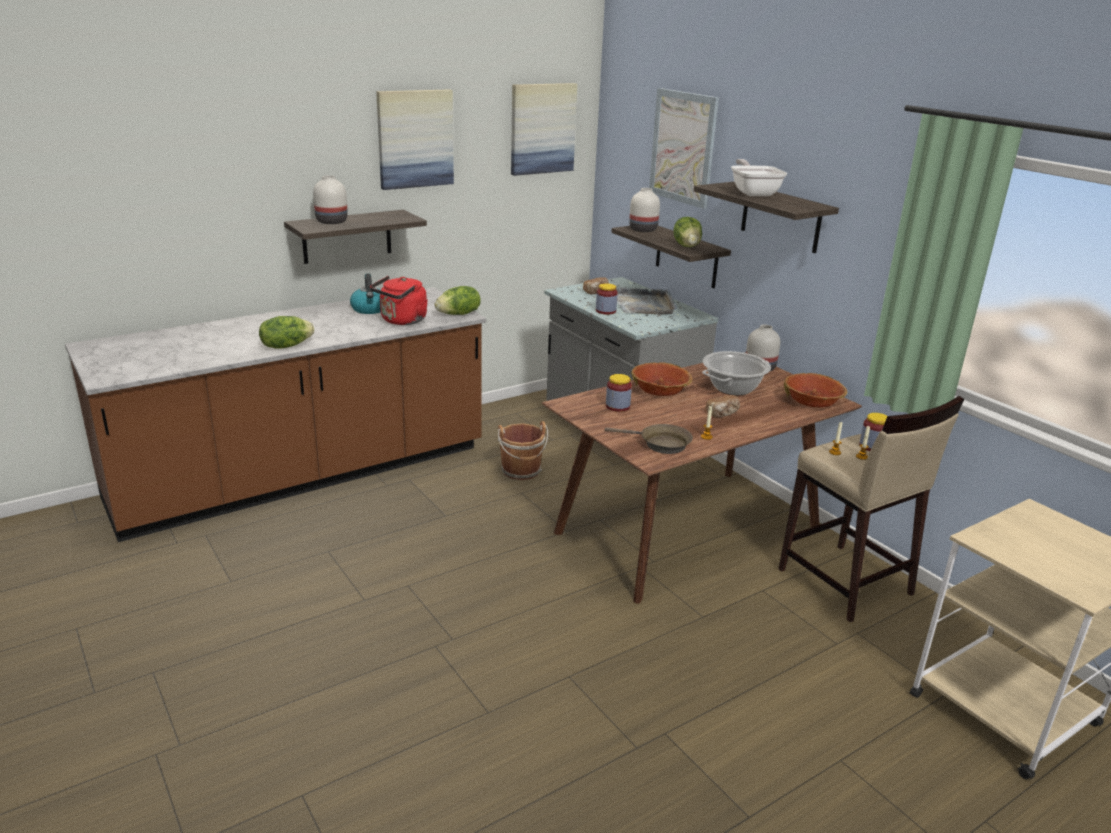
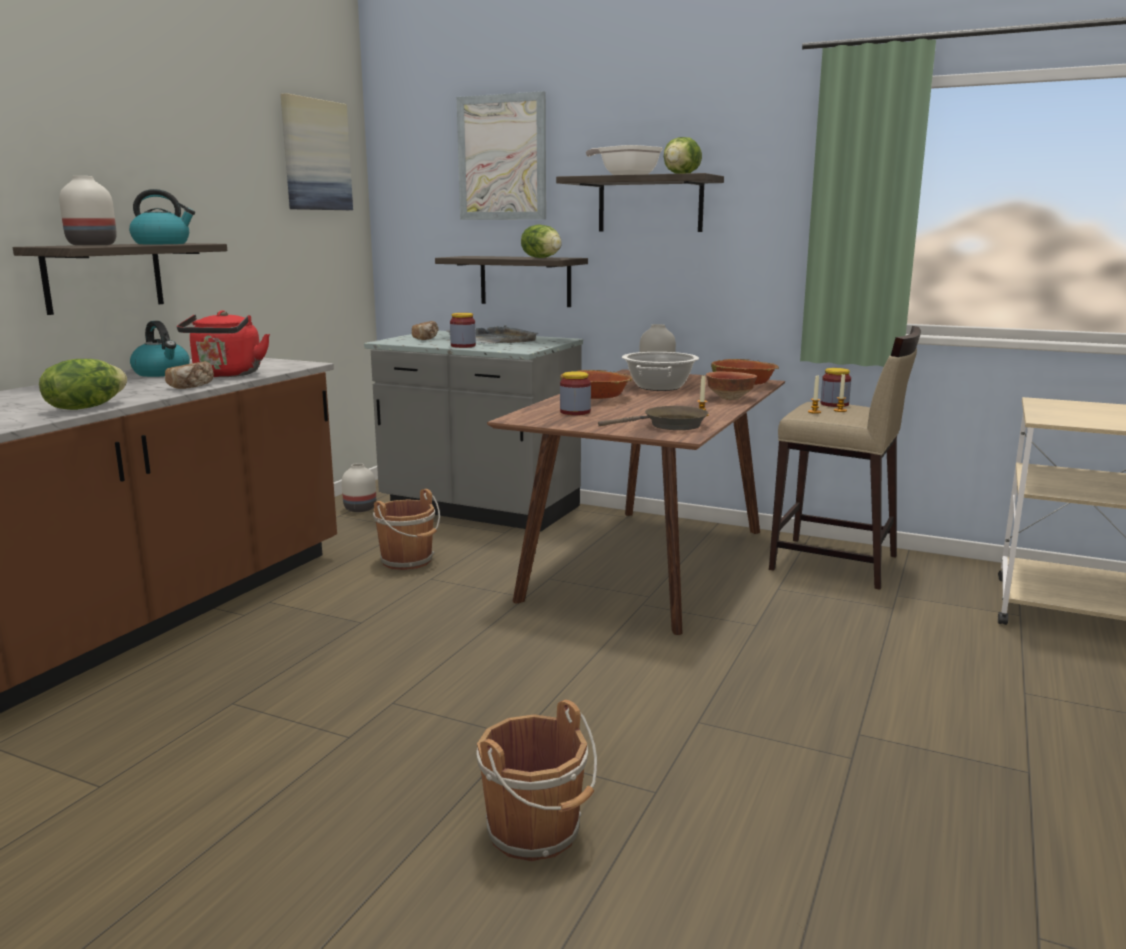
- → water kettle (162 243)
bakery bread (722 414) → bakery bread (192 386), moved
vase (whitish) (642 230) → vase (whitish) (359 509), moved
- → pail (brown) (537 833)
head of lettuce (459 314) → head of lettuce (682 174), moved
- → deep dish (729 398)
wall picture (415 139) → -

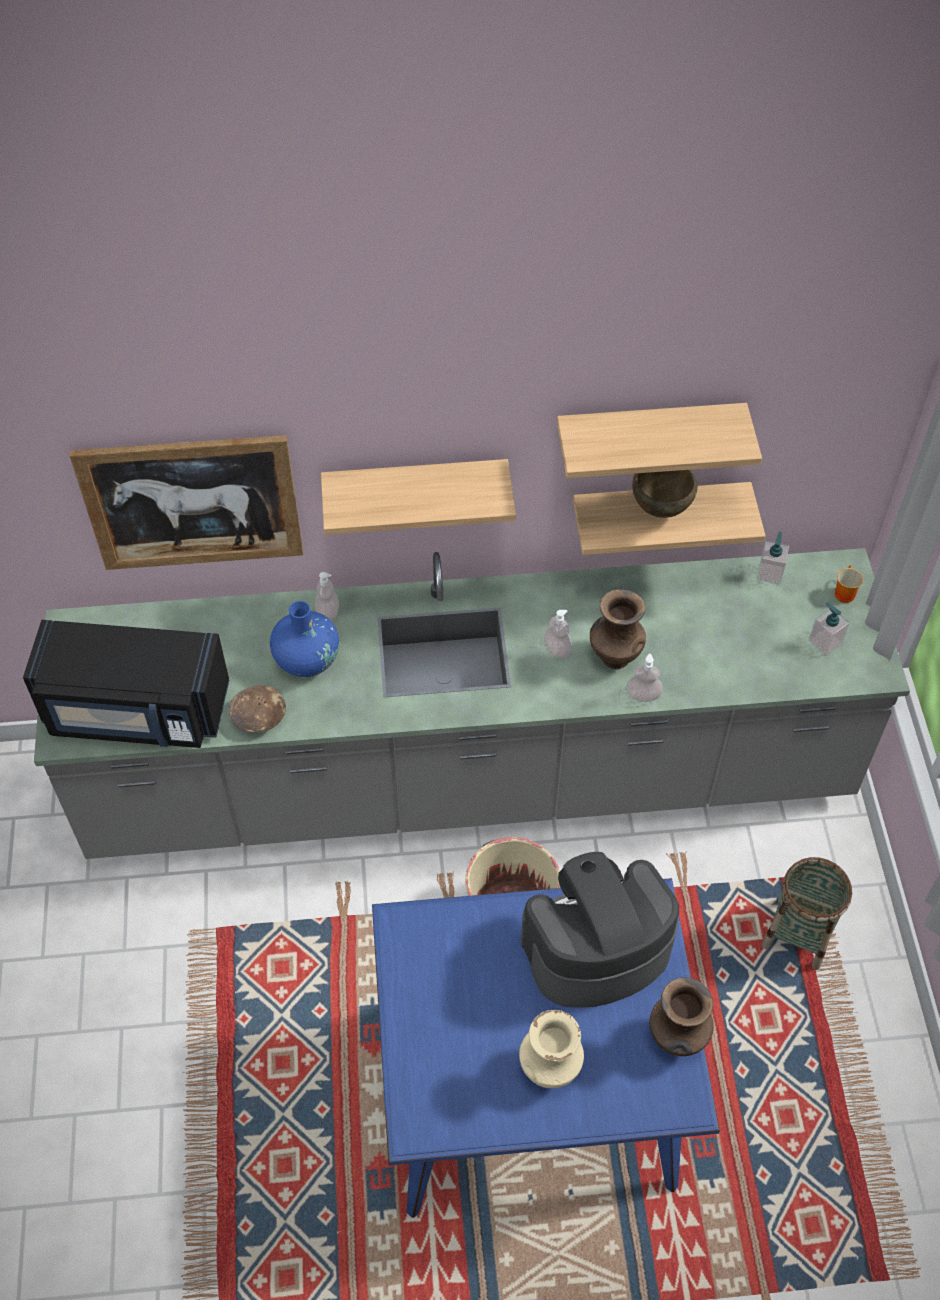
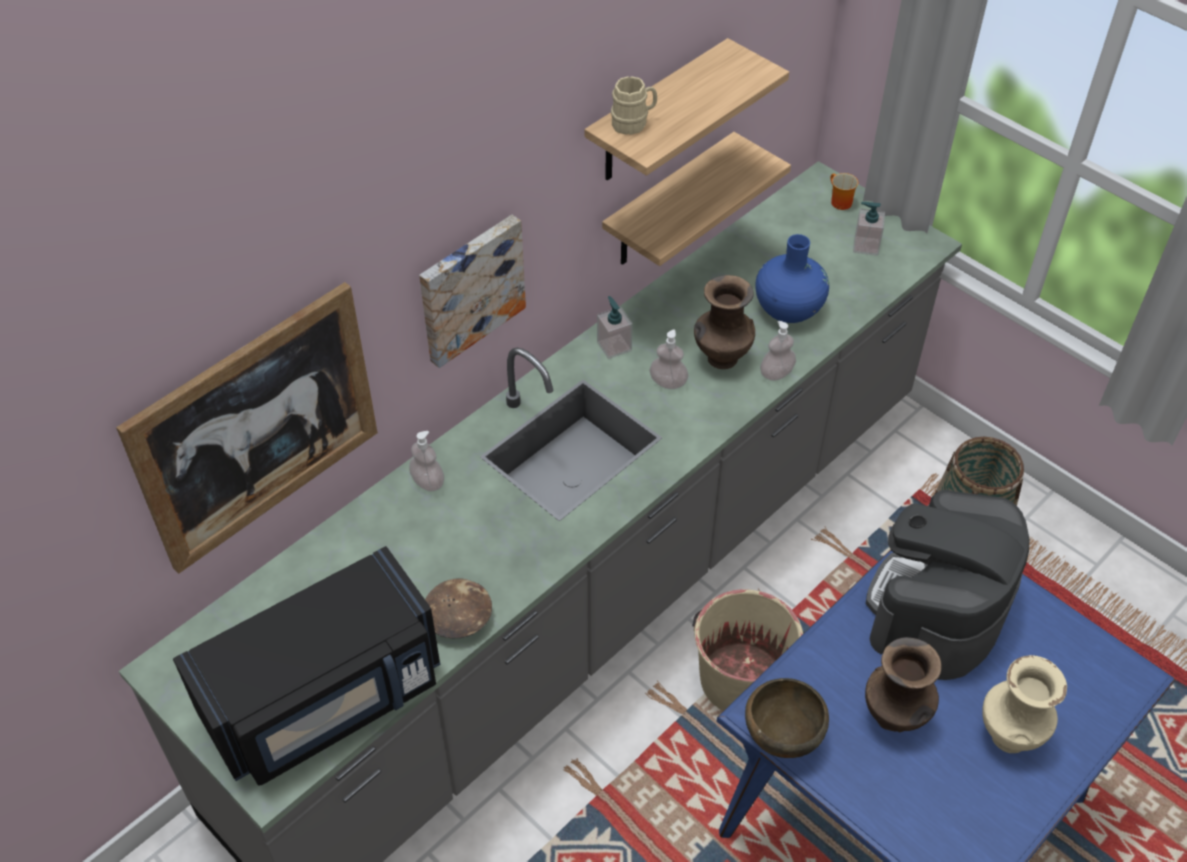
bracket shelf (415 489) → wall picture (470 288)
liquid soap bottle (770 573) → liquid soap bottle (614 346), moved
- → tea mug (beige) (634 122)
deep dish (brown) (660 508) → deep dish (brown) (781 738), moved
vase (bluish) (307 659) → vase (bluish) (788 309), moved
vase (brown) (677 1039) → vase (brown) (894 718), moved

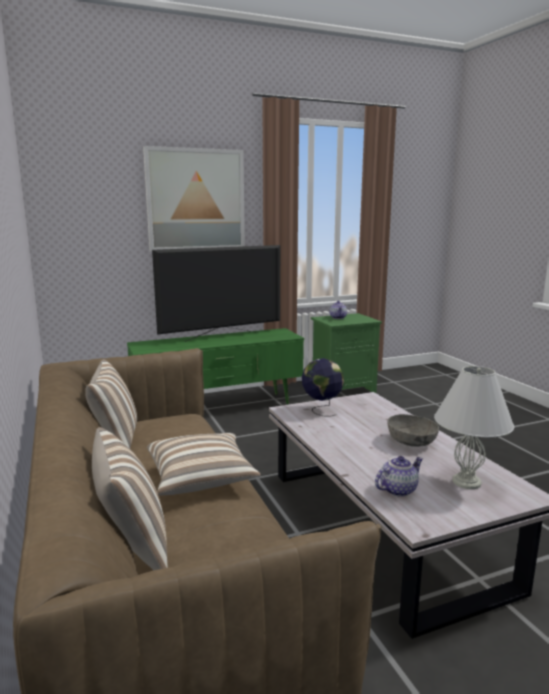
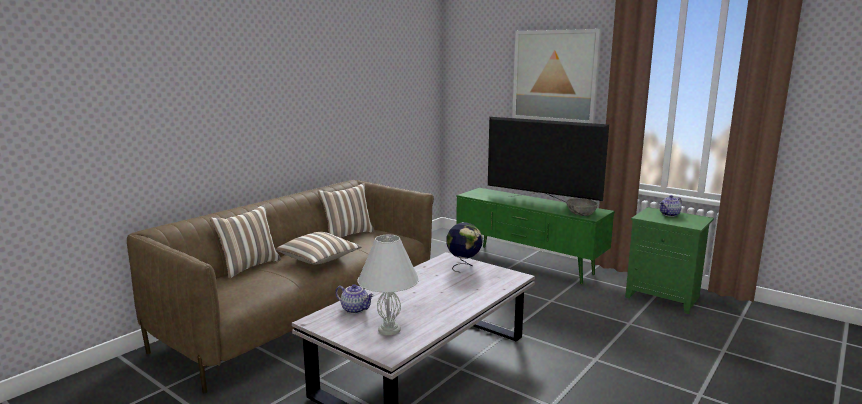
deep dish (greyish) (411 442) → deep dish (greyish) (581 214), moved

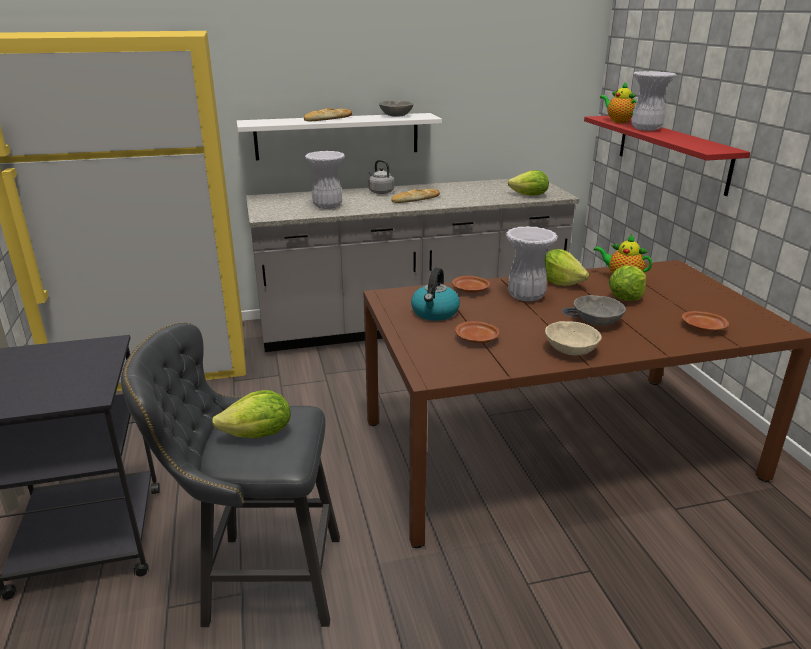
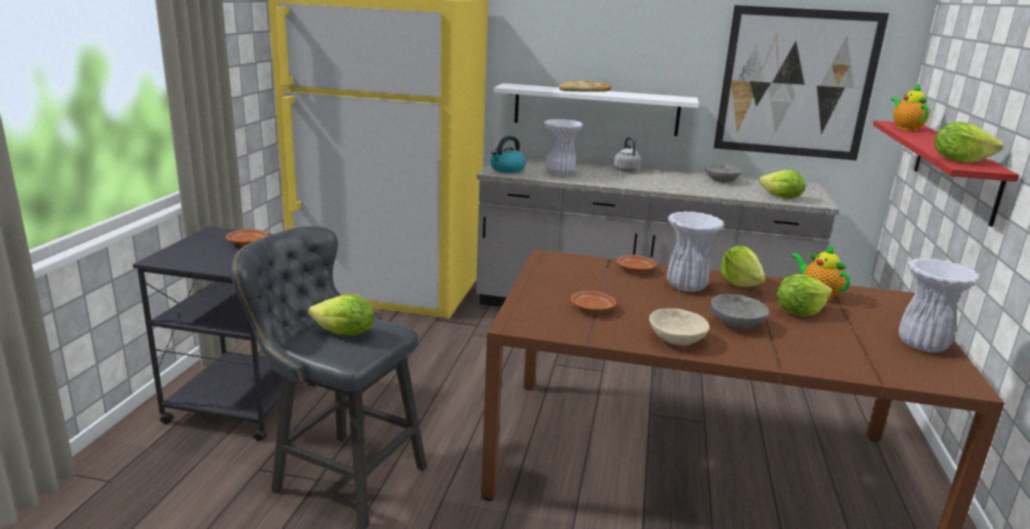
plate (brown) (703 328) → plate (brown) (247 243), moved
water kettle (435 313) → water kettle (507 170), moved
deep dish (greyish) (395 116) → deep dish (greyish) (720 181), moved
- → wall picture (796 84)
vase (whitish) (645 129) → vase (whitish) (921 345), moved
- → head of lettuce (959 161)
bakery bread (415 199) → -

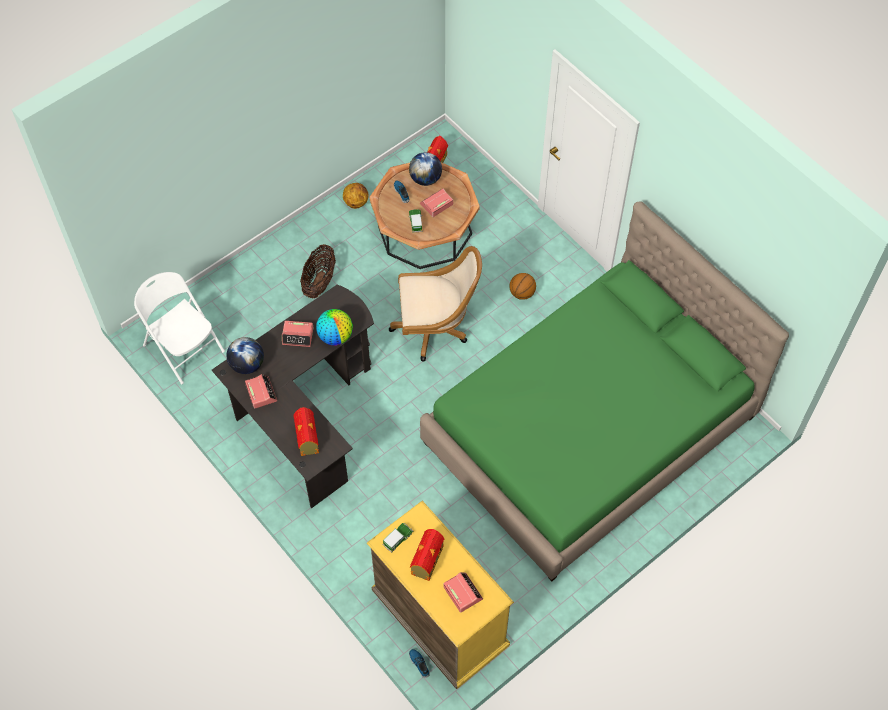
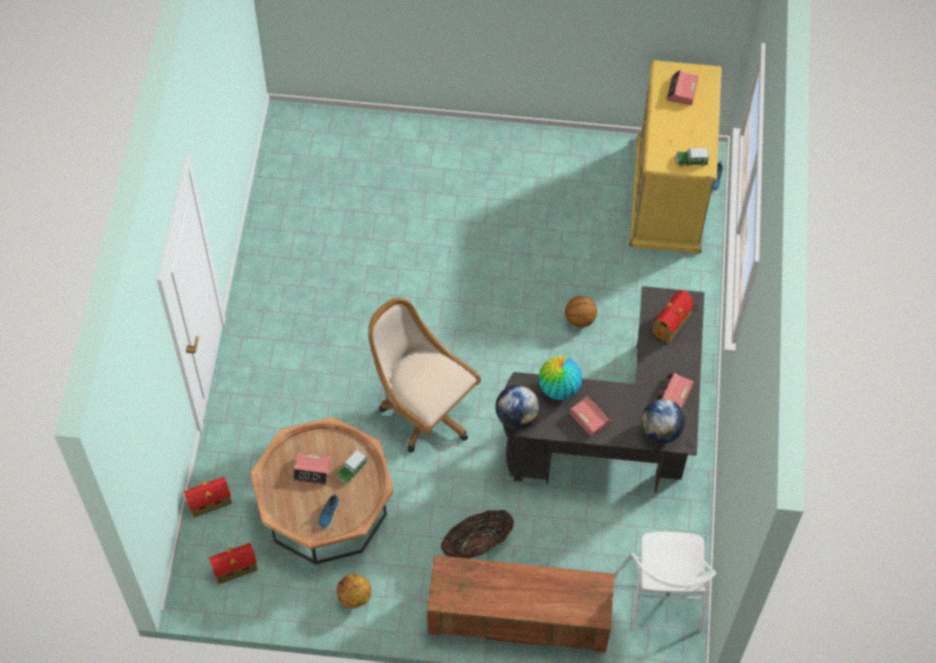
toy house (426 561) → toy house (210 502), moved
- → bench (brown) (517 617)
desk globe (425 179) → desk globe (516 417), moved
basketball (522 293) → basketball (580 319), moved
bed (green) (590 430) → -

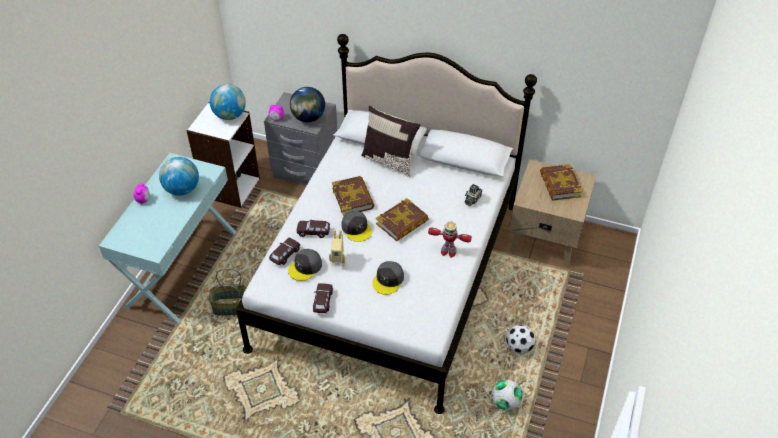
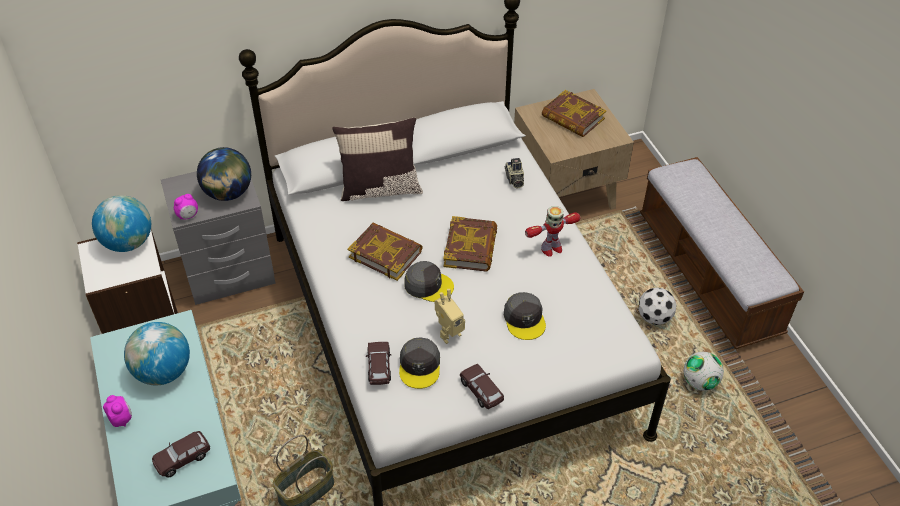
miniature car (brown) (313 232) → miniature car (brown) (183 458), moved
- → bench (707 275)

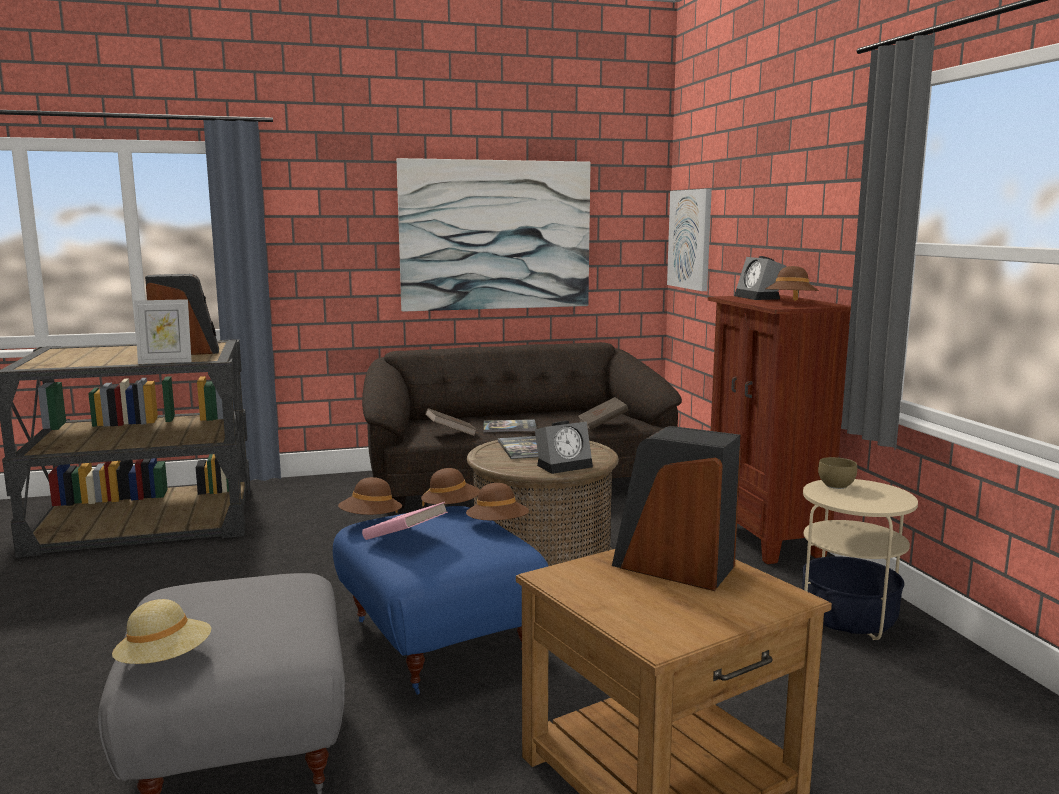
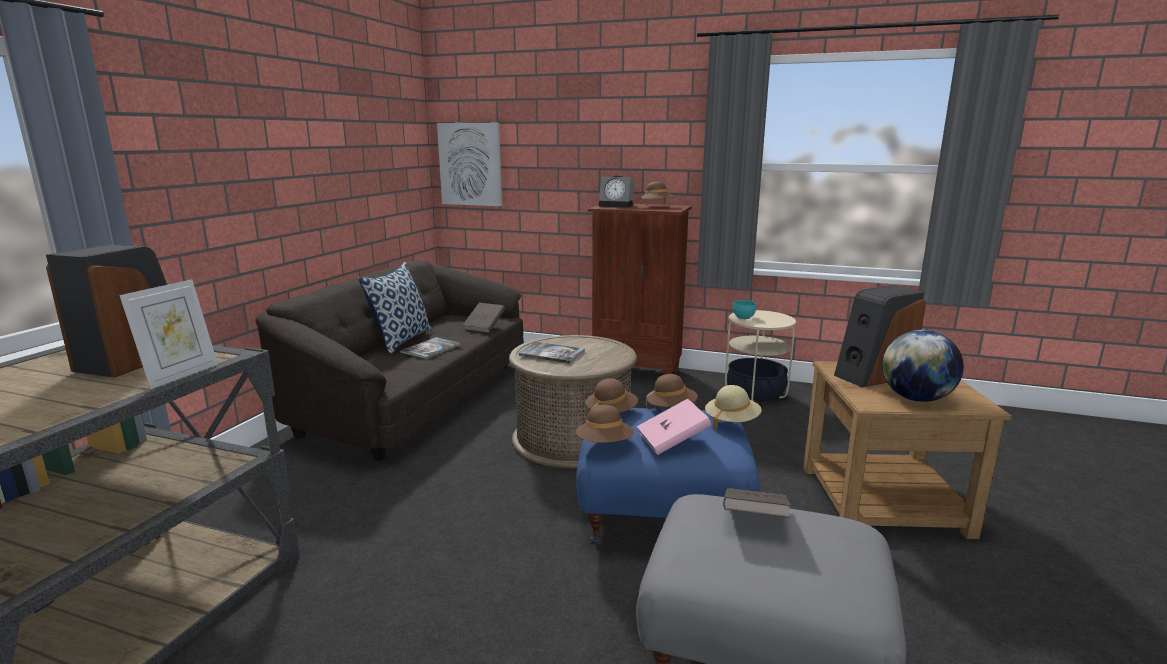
- → throw pillow (401 341)
wearable hat (beige) (165 662) → wearable hat (beige) (731 421), moved
bound book (brown) (451 434) → bound book (brown) (753 520), moved
deep dish (brown) (836 485) → deep dish (blue-green) (743 317)
- → desk globe (916 398)
wall picture (496 235) → -
alarm clock (564 465) → -

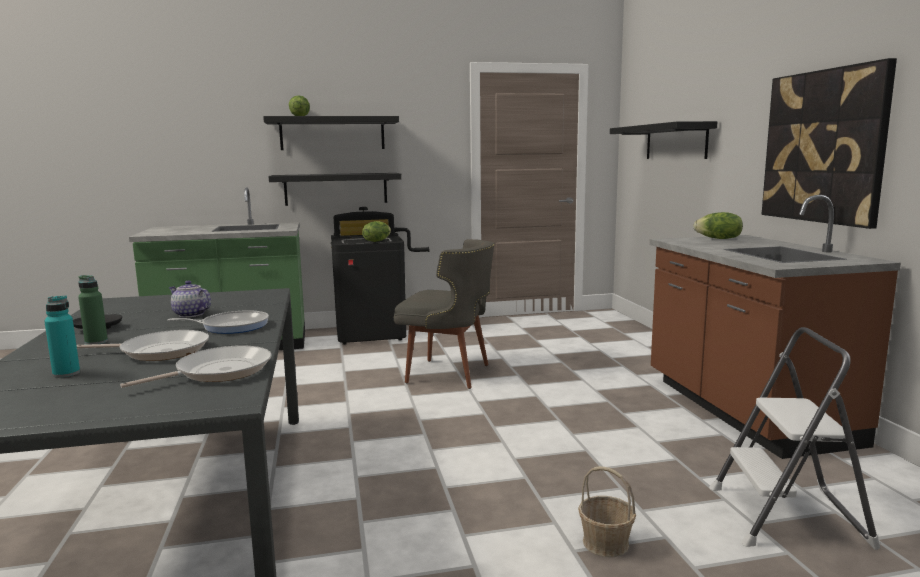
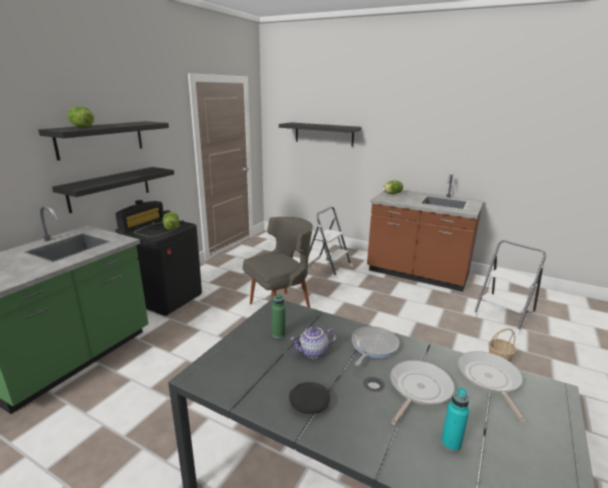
beverage bottle (green) (96 342) → beverage bottle (green) (278 334), moved
- → step ladder (whitish) (326 266)
wall picture (823 146) → -

